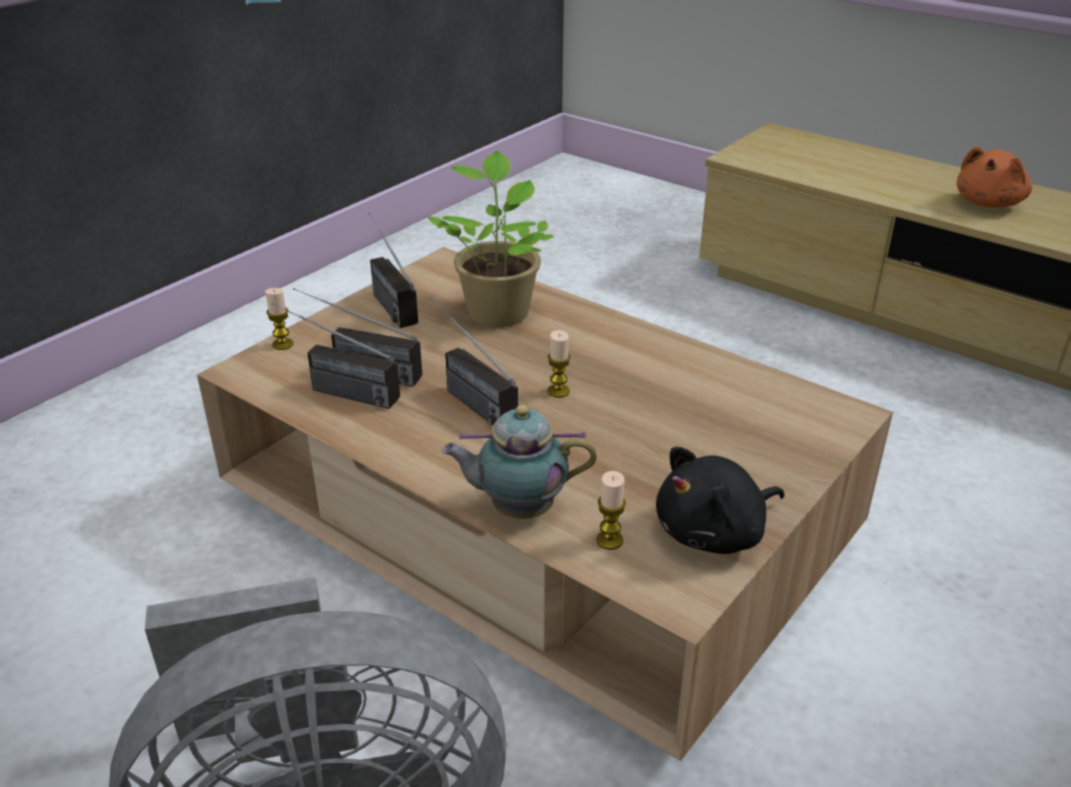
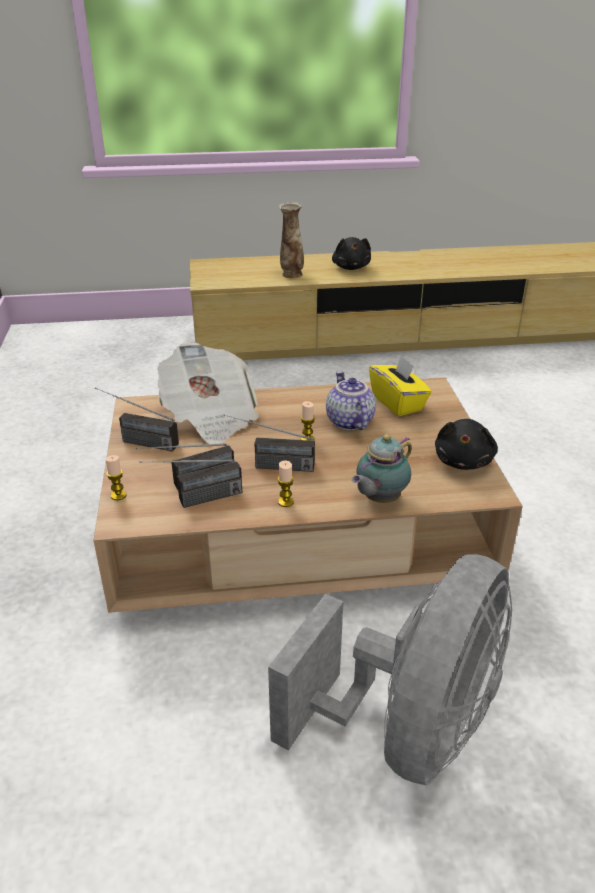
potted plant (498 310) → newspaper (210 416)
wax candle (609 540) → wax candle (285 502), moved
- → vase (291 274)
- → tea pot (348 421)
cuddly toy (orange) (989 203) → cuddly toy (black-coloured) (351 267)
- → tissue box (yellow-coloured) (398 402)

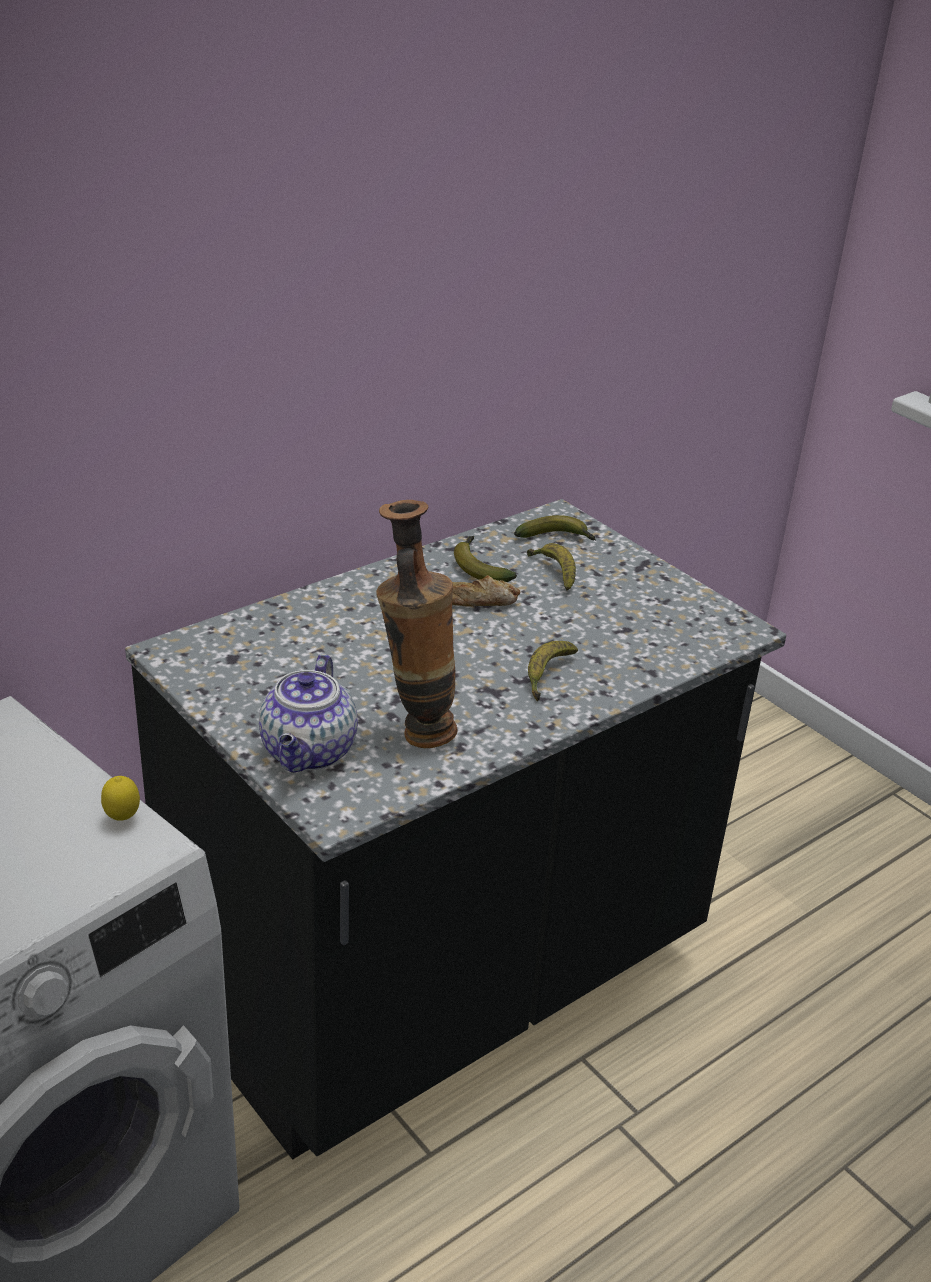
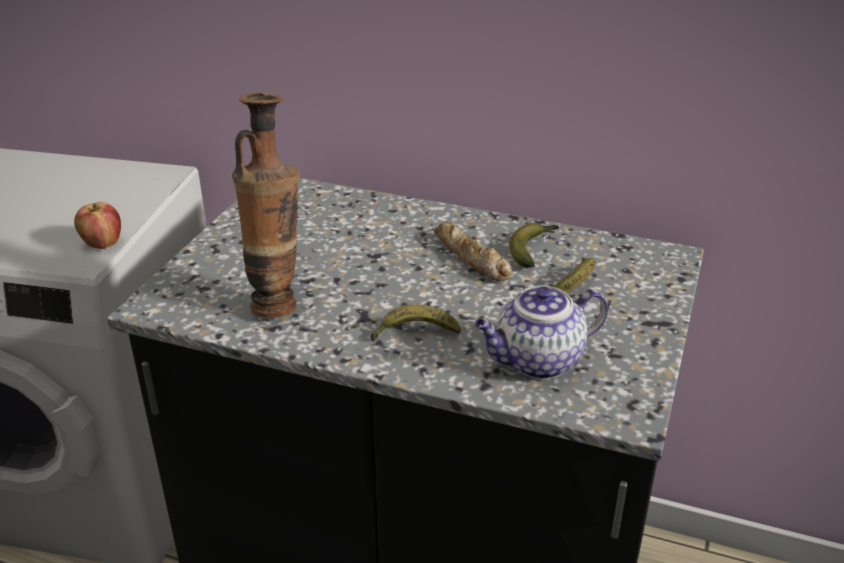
whole lemon (122 819) → whole apple (103 244)
tea pot (309 753) → tea pot (537 361), moved
banana fruit (557 539) → -

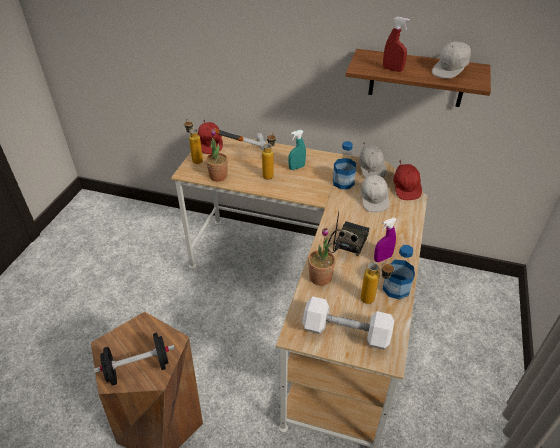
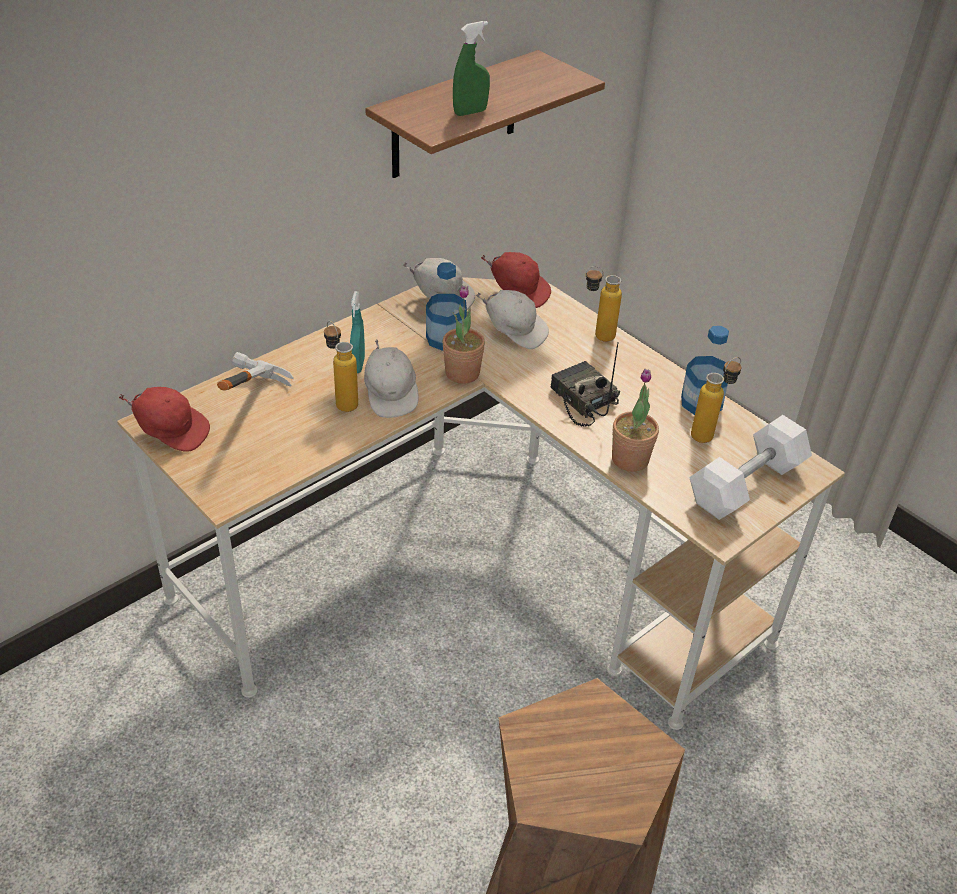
baseball cap (whitish) (450 71) → baseball cap (whitish) (391 395), moved
potted plant (218 176) → potted plant (462 373), moved
sprayer (red-coloured) (392 70) → sprayer (green) (470 112)
beverage bottle (195 159) → beverage bottle (596 336), moved
free weight (black-coloured) (138 368) → -
sprayer (purple-coloured) (382 258) → -

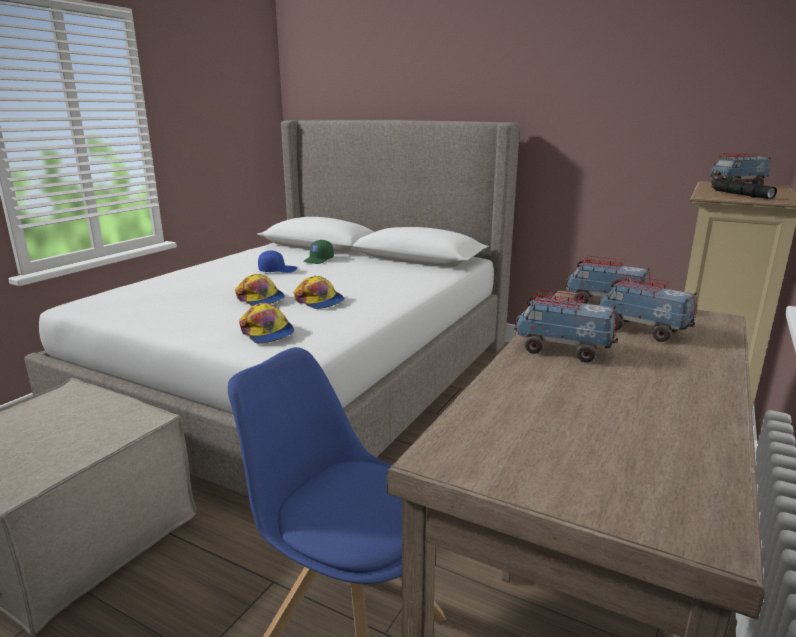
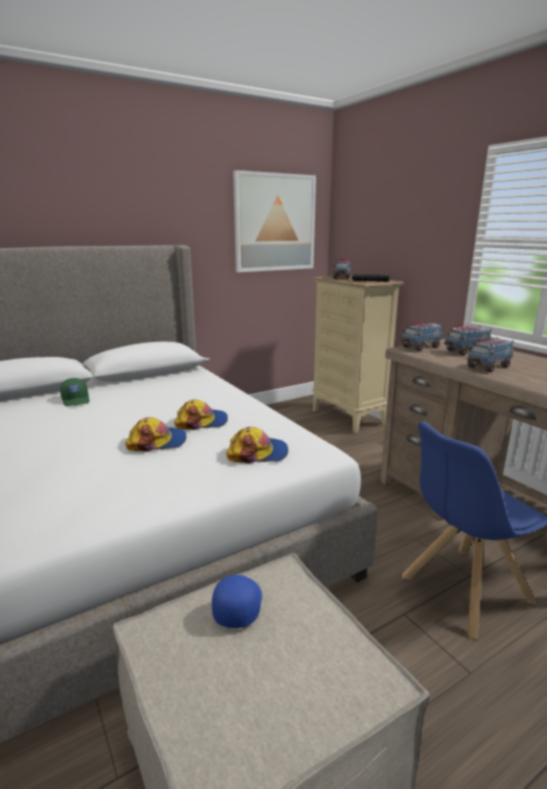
baseball cap (bluish) (277 270) → baseball cap (bluish) (237 605), moved
- → wall picture (275 223)

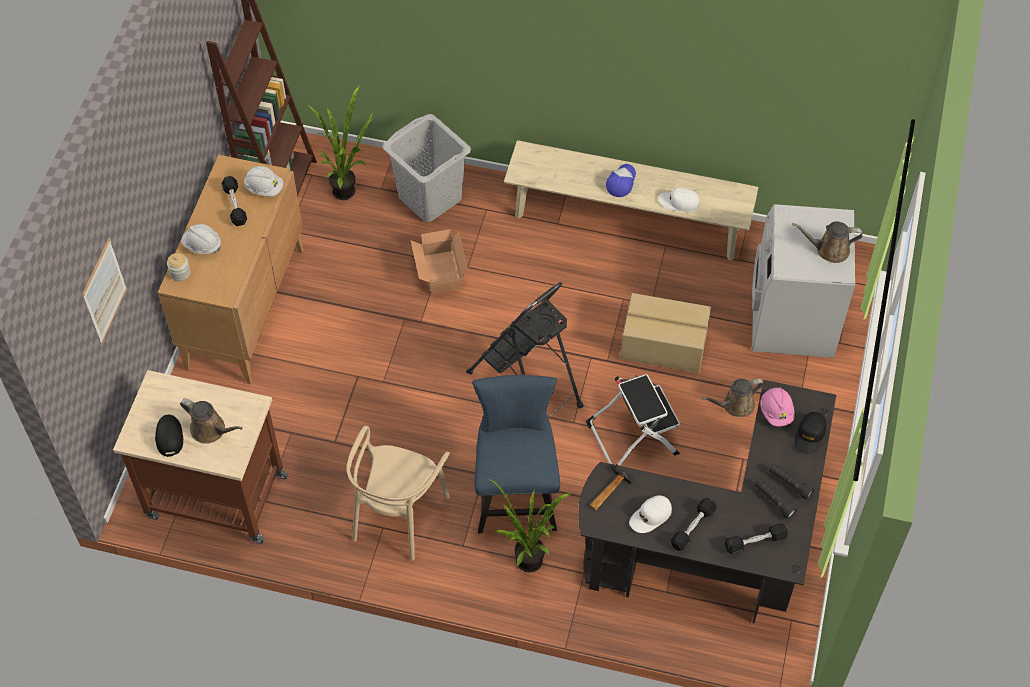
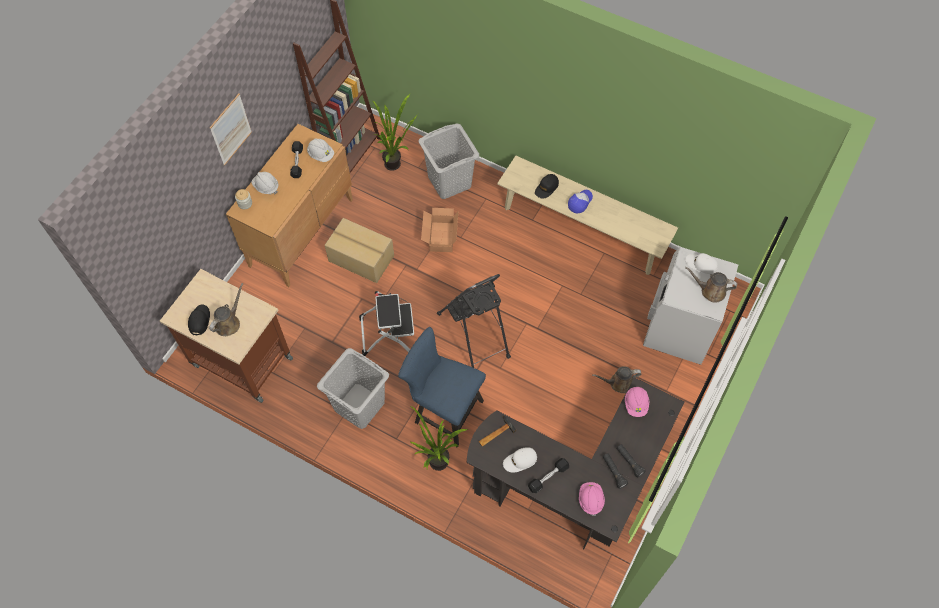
watering pot (brown) (211 430) → watering pot (brown) (229 322), 105 degrees counterclockwise
wall picture (104 291) → wall picture (231 129), moved
chair (beige) (398 515) → washing basket (greyish) (359 405)
carton (663 346) → carton (361 259), moved
step ladder (633 435) → step ladder (387 332), moved
chair (bluish) (515 494) → chair (bluish) (444 410), 75 degrees counterclockwise
baseball cap (black-coloured) (810 435) → baseball cap (black-coloured) (546 188), moved
free weight (black-coloured) (755 542) → work helmet (pinkish) (590 500)
baseball cap (whitish) (679 202) → baseball cap (whitish) (701 264), moved

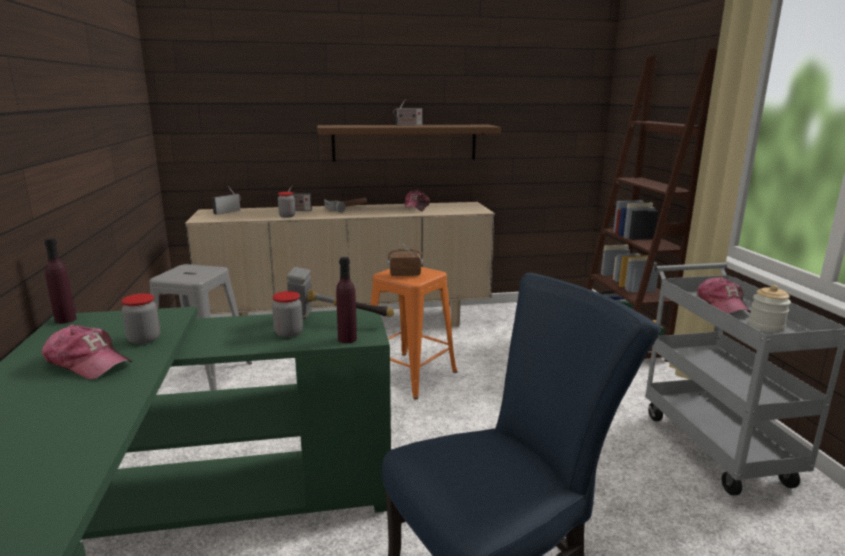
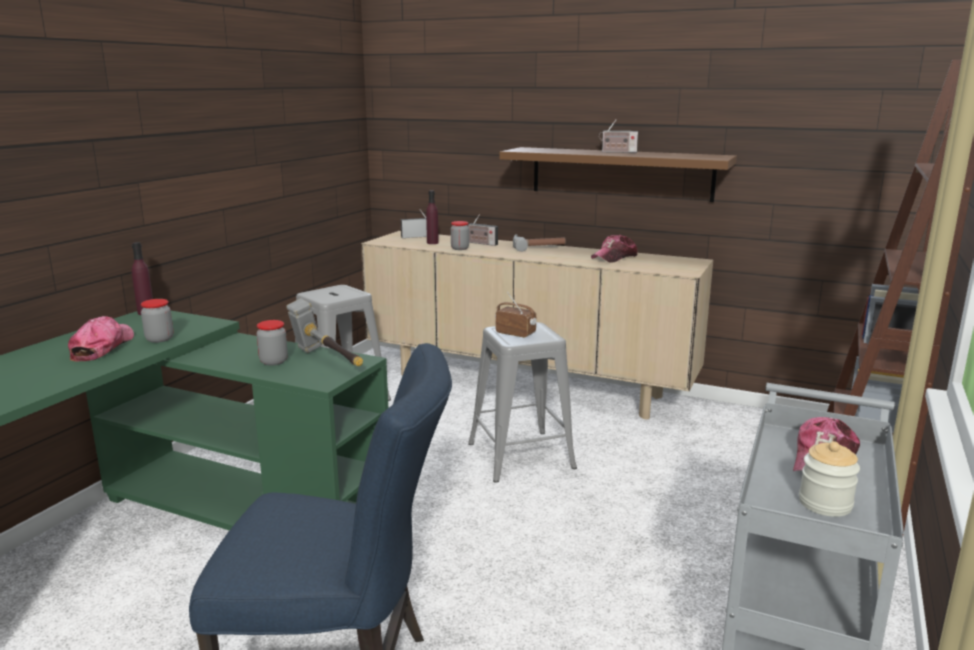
baseball cap (88 363) → baseball cap (102 347), 150 degrees counterclockwise
beverage bottle (purple-coloured) (347 339) → beverage bottle (purple-coloured) (432 243), moved
stool seat (orange) (409 374) → stool seat (greyish) (521 455)

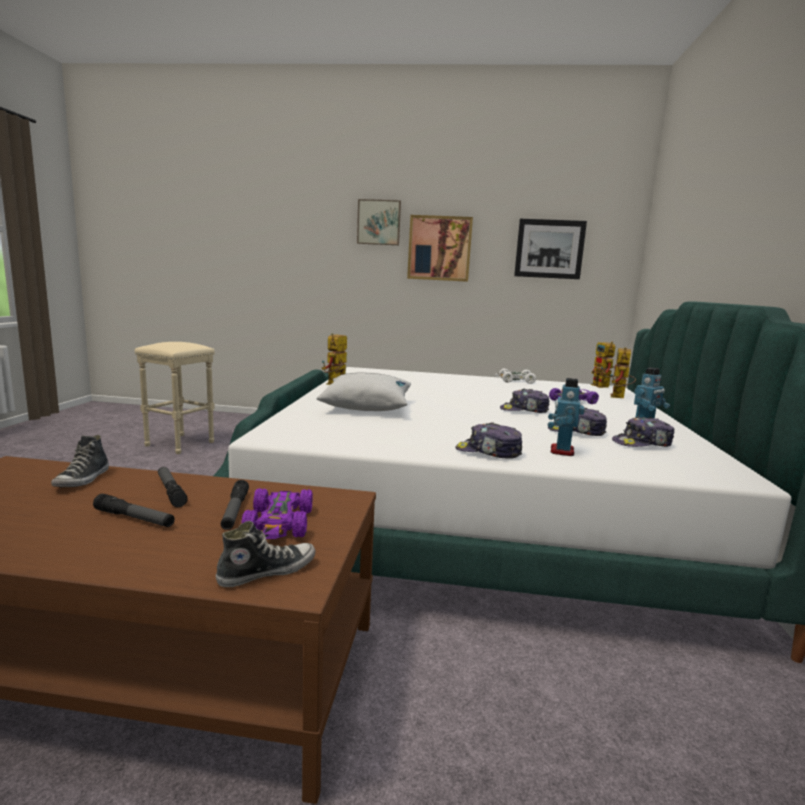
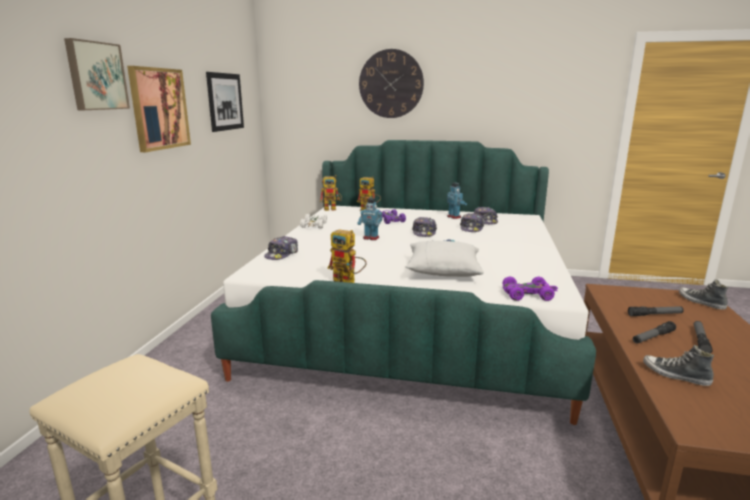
baseball cap (488 452) → baseball cap (282 254), moved
robot figure (561 451) → robot figure (370 238), moved
- → wall clock (391 84)
miniature car (purple-coloured) (279 524) → miniature car (purple-coloured) (528 294), moved
shoe (83 480) → shoe (675 375), 150 degrees counterclockwise

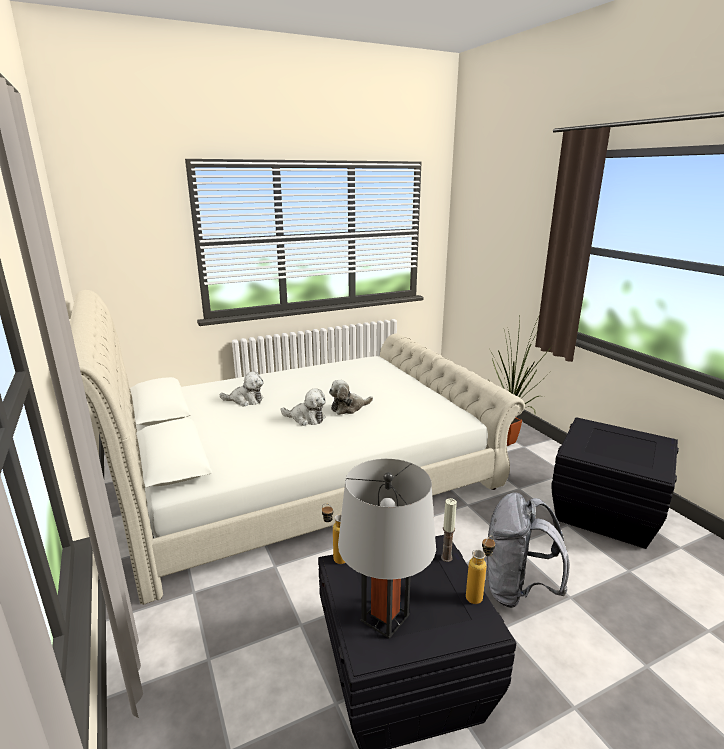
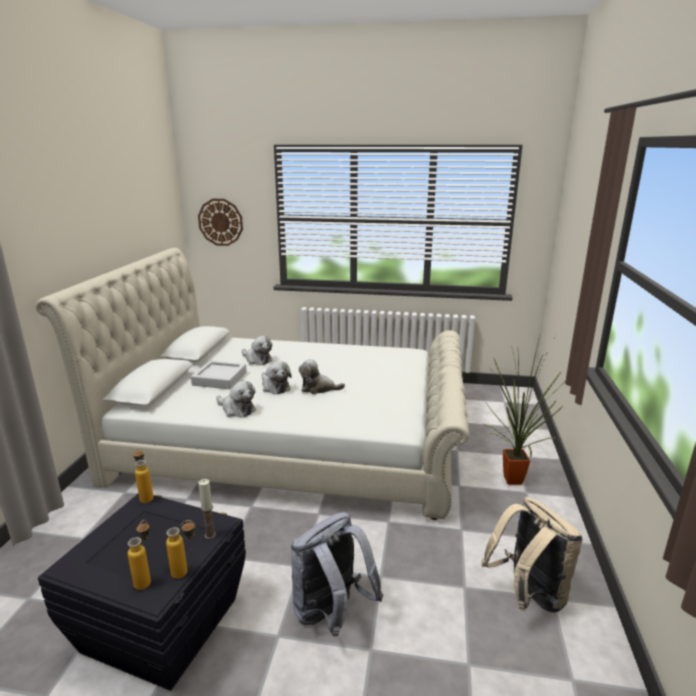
- → beverage bottle (146 579)
- → serving tray (greyish) (219 379)
- → wall clock (220 222)
- → cuddly toy (237 409)
storage box (black-coloured) (604 511) → backpack (beige) (528 595)
table lamp (greyish) (385 618) → -

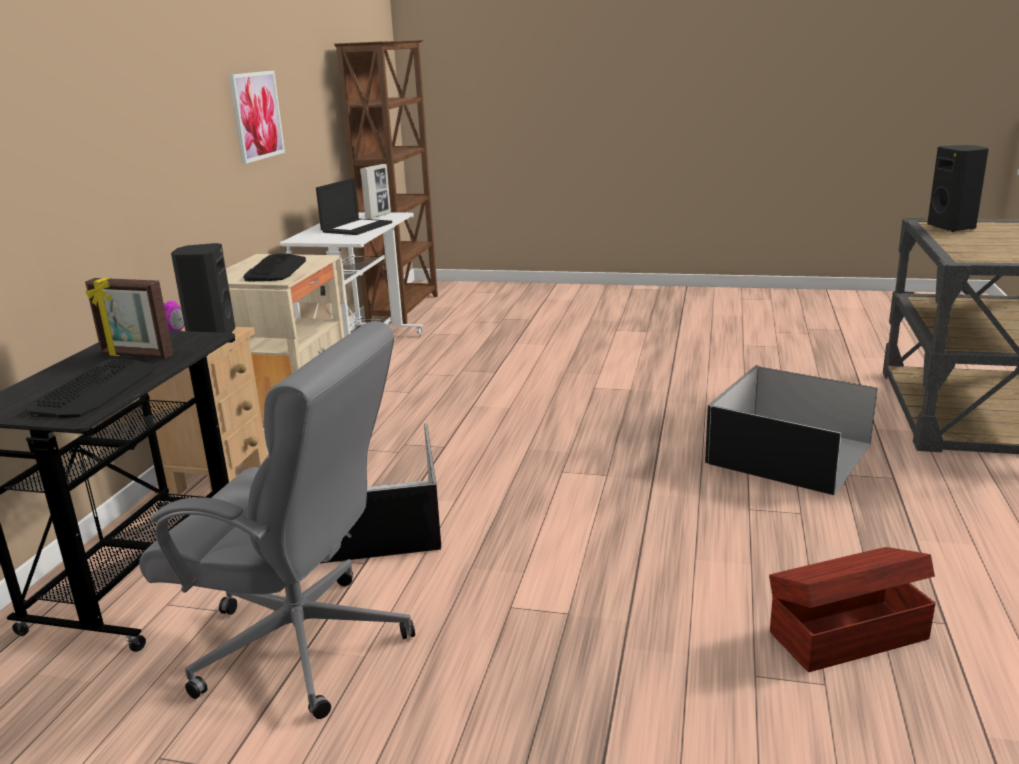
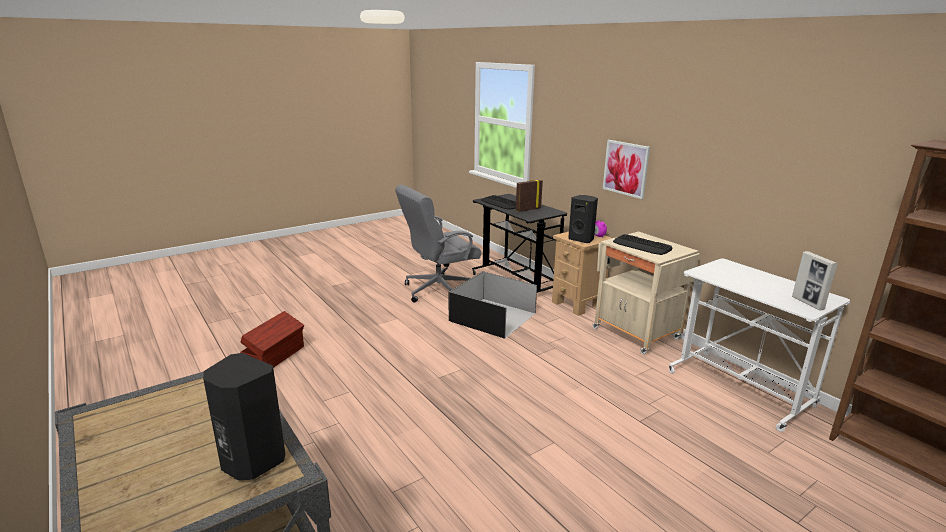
wall picture (256 116) → wall picture (626 168), moved
laptop (356 227) → -
storage box (black-coloured) (788 454) → -

